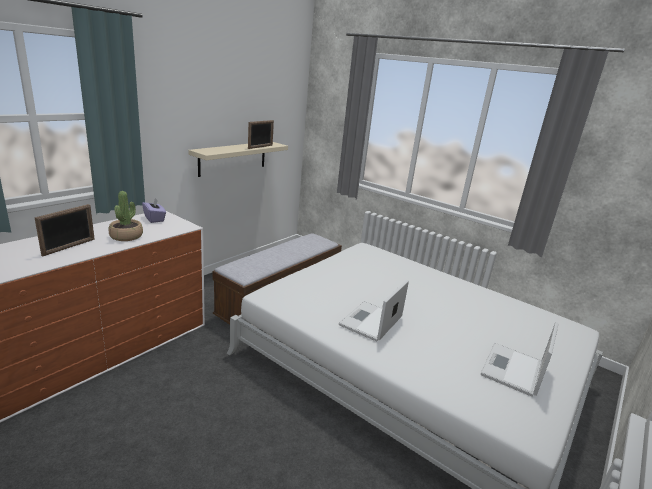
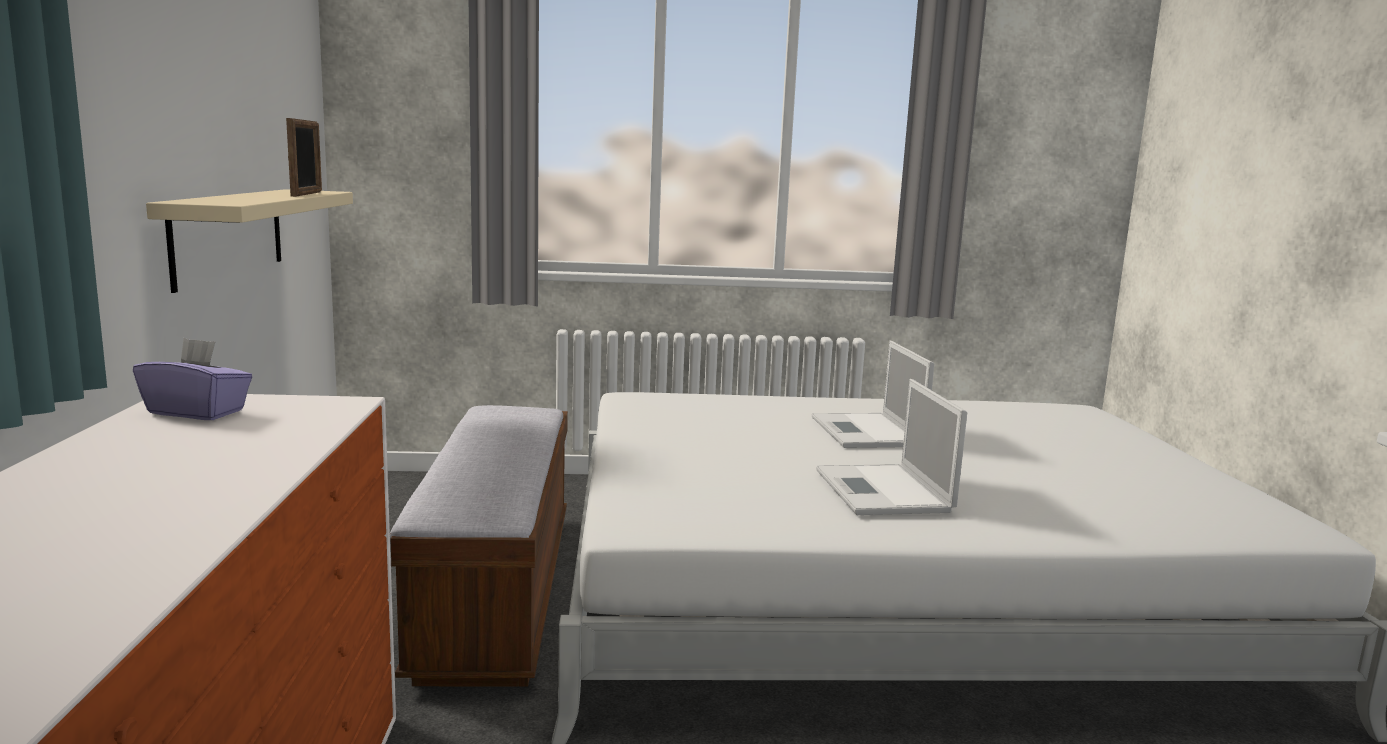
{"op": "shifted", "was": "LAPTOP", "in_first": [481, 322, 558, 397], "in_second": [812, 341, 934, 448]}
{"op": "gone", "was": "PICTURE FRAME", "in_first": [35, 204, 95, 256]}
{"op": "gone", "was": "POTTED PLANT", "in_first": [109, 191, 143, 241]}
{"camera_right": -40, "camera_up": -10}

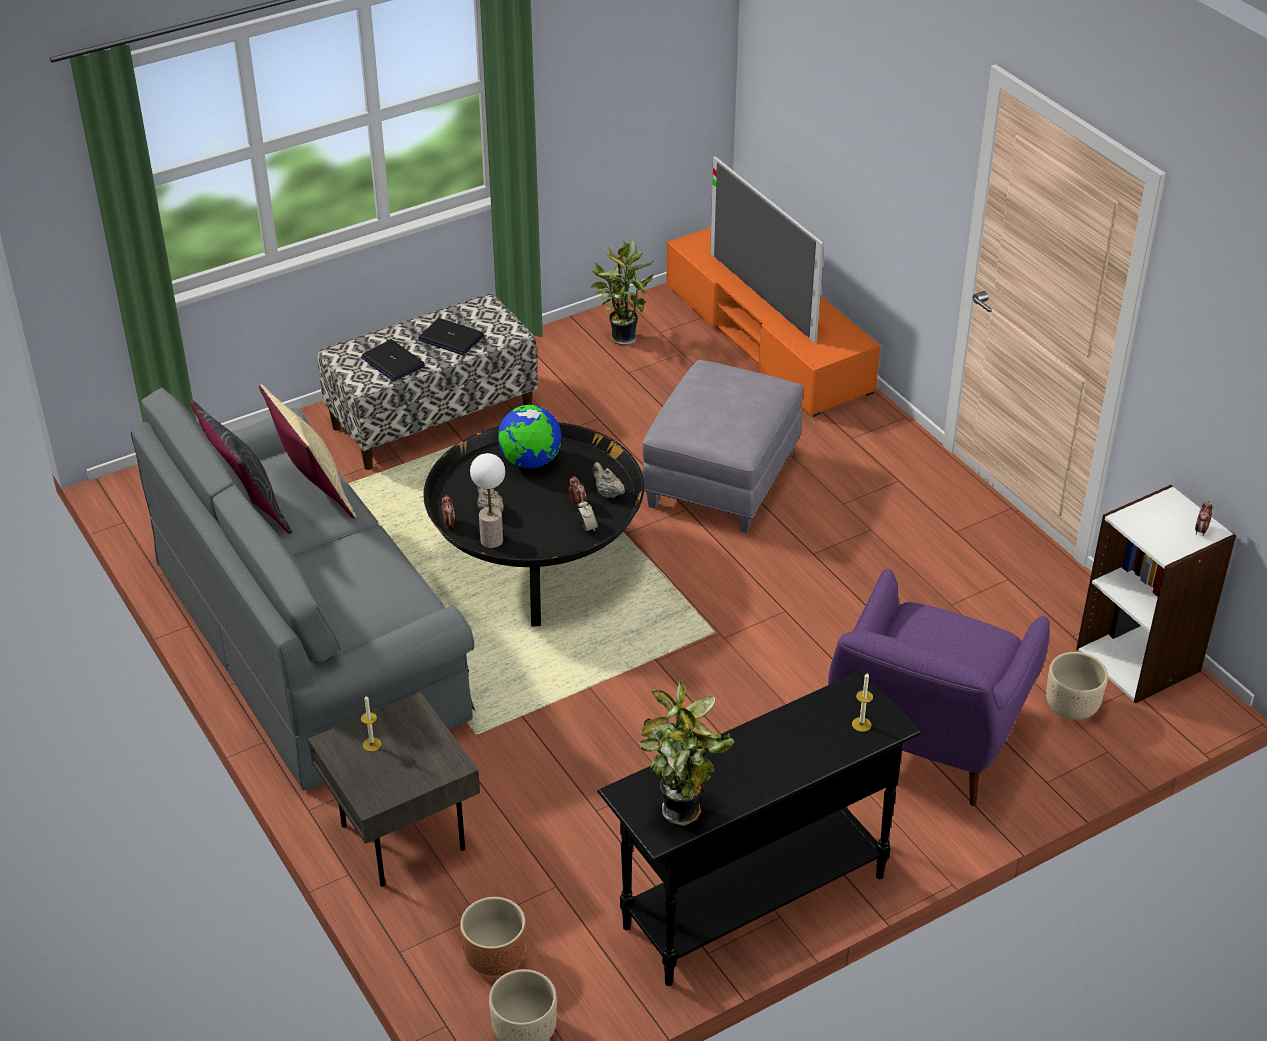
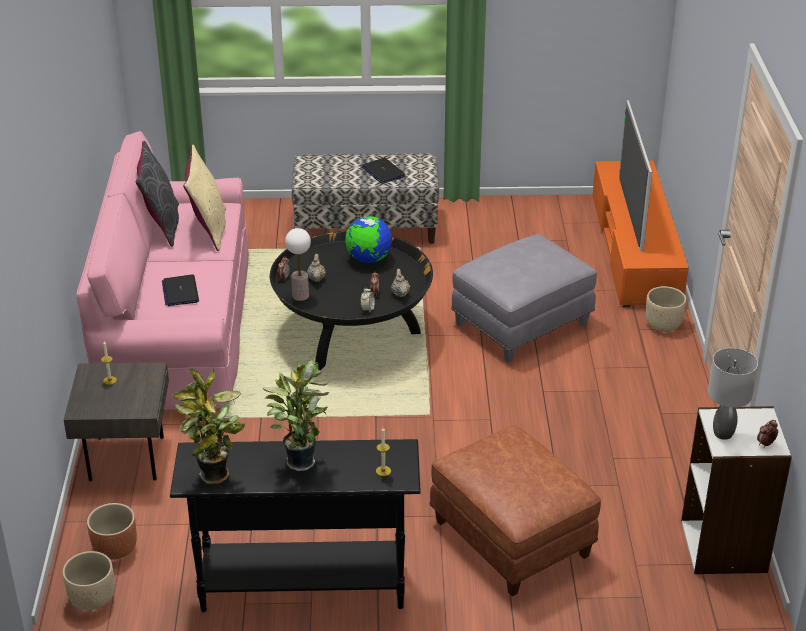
{"op": "repainted", "was": "GREY SOFA", "now": "PINK SOFA", "in_first": [131, 387, 475, 790], "in_second": [76, 131, 249, 410]}
{"op": "shifted", "was": "LAPTOP", "in_first": [361, 340, 425, 381], "in_second": [162, 274, 199, 306]}
{"op": "shifted", "was": "POTTED PLANT", "in_first": [591, 238, 654, 345], "in_second": [262, 360, 329, 471]}
{"op": "swapped", "was": "PURPLE ARMCHAIR", "now": "BROWN OTTOMAN", "in_first": [828, 569, 1050, 806], "in_second": [429, 425, 601, 596]}
{"op": "shifted", "was": "BEIGE PLANTER", "in_first": [1046, 652, 1108, 720], "in_second": [646, 286, 686, 332]}
{"op": "new", "now": "GREY TABLE LAMP", "in_second": [708, 348, 758, 440]}
{"camera_right": 30, "camera_up": -5}

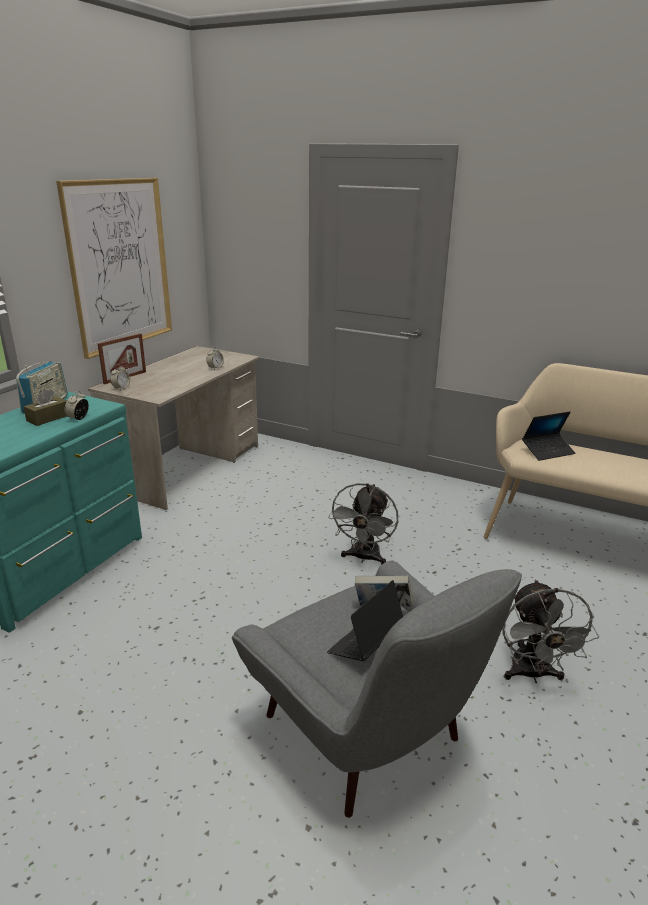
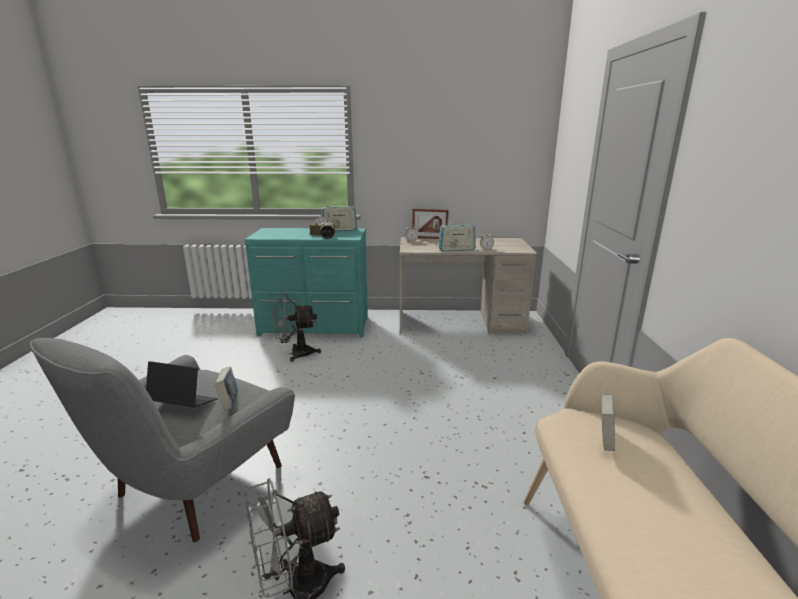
{"op": "shifted", "was": "GREY FAN", "in_first": [328, 483, 398, 565], "in_second": [272, 293, 321, 362]}
{"op": "new", "now": "RADIO", "in_second": [438, 220, 476, 251]}
{"op": "swapped", "was": "LAPTOP", "now": "BOOK", "in_first": [522, 411, 575, 461], "in_second": [602, 395, 615, 451]}
{"op": "gone", "was": "PICTURE", "in_first": [56, 178, 172, 359]}
{"camera_right": 65, "camera_up": -5}

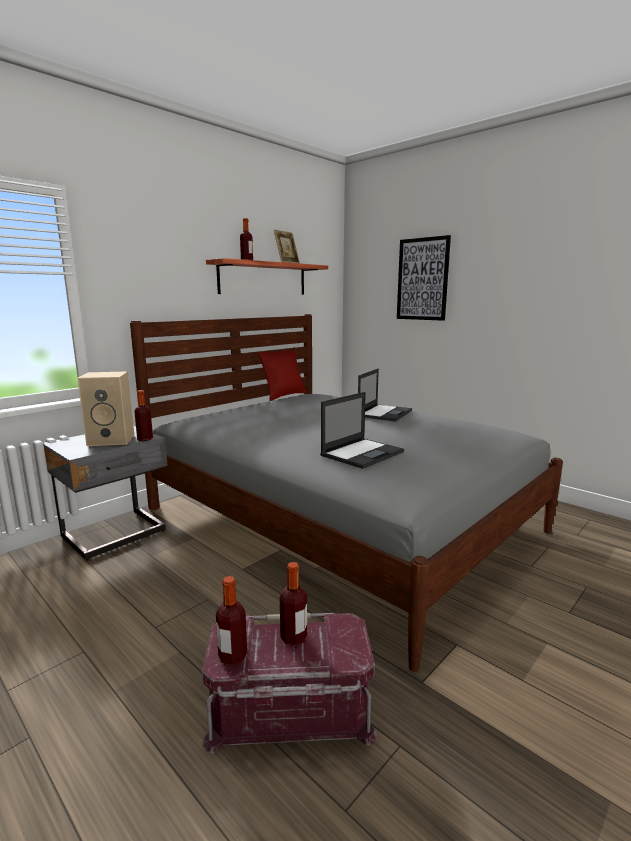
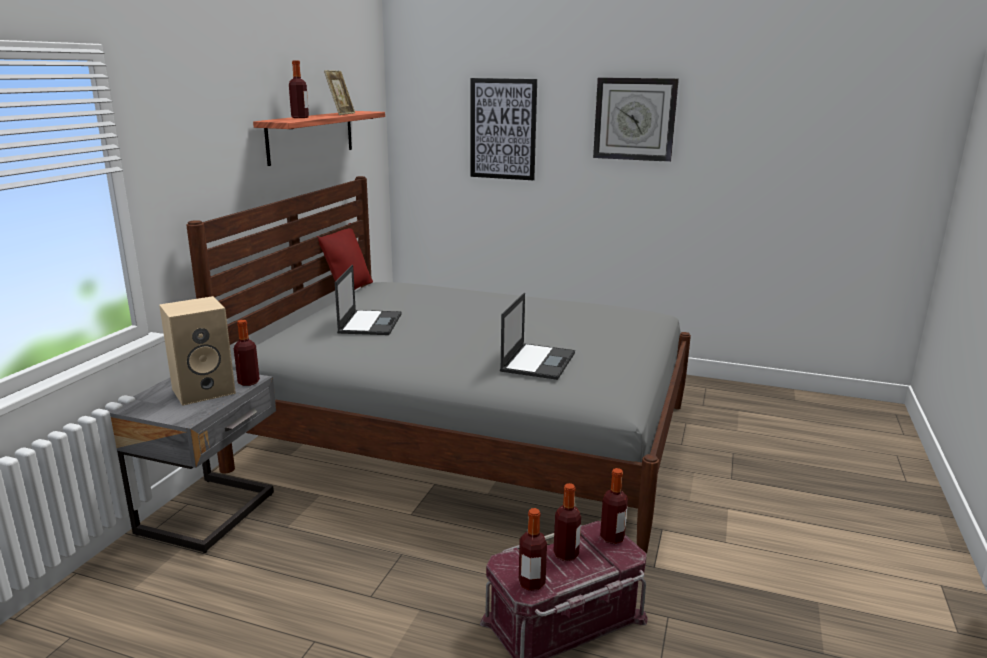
{"op": "shifted", "was": "LAPTOP", "in_first": [358, 368, 412, 422], "in_second": [335, 265, 402, 335]}
{"op": "new", "now": "WALL CLOCK", "in_second": [593, 77, 679, 162]}
{"op": "new", "now": "BOTTLE", "in_second": [600, 468, 628, 544]}
{"camera_right": -25, "camera_up": 5}

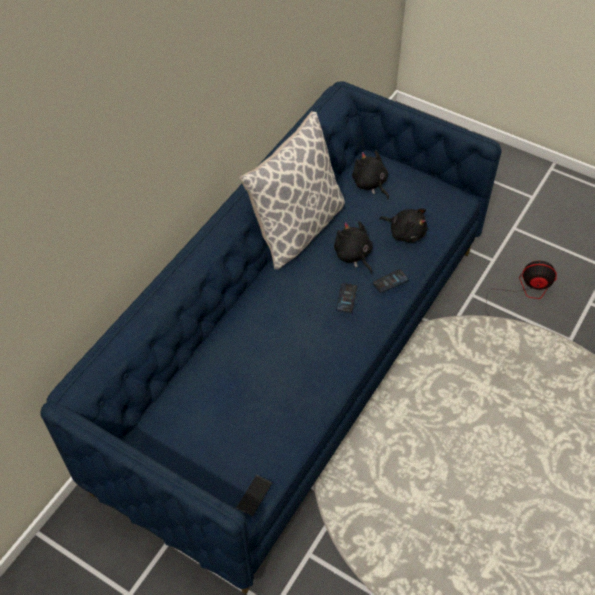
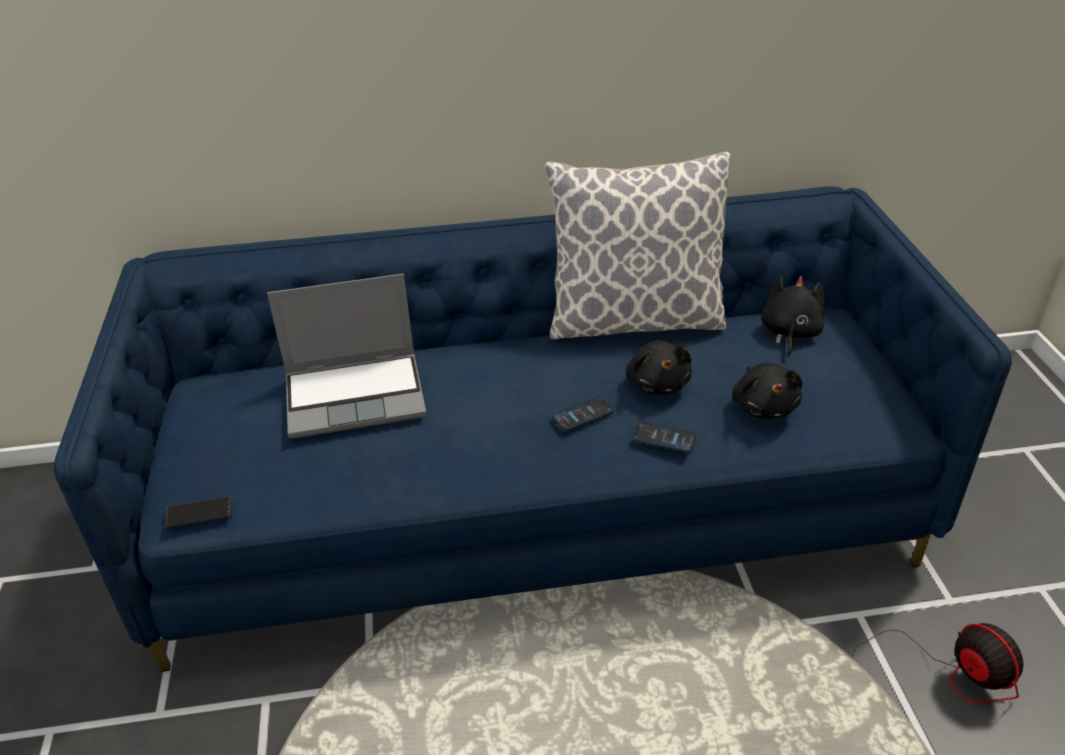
{"op": "new", "now": "LAPTOP", "in_second": [267, 274, 427, 438]}
{"op": "rotated", "was": "BLACK PLUSH TOY", "in_first": [334, 221, 373, 274], "in_second": [626, 340, 692, 395], "clockwise": 150}
{"camera_right": 50, "camera_up": -15}

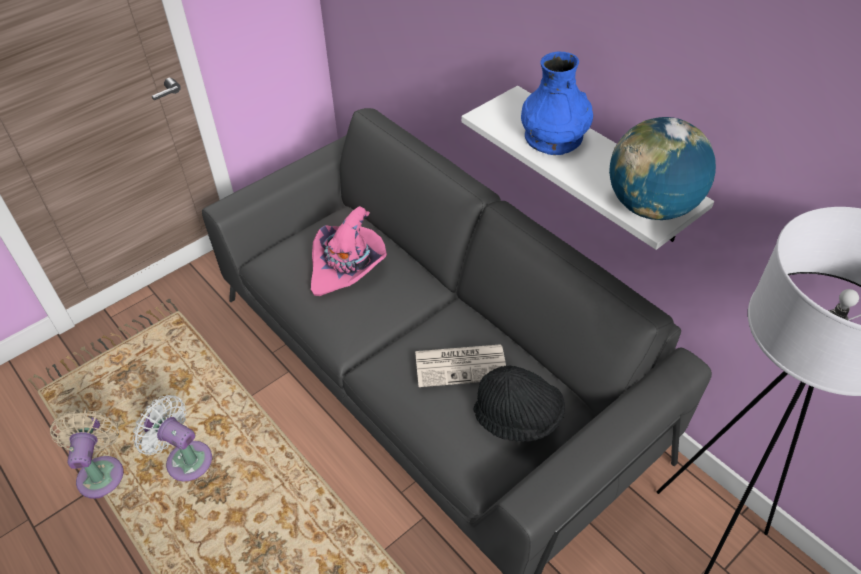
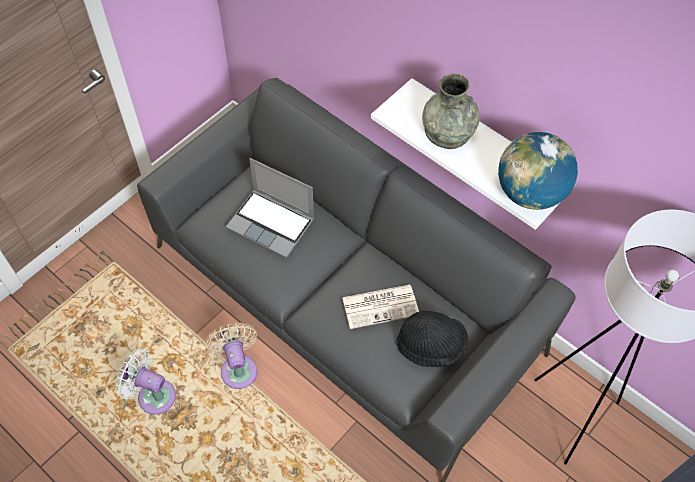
{"op": "shifted", "was": "BEIGE FAN", "in_first": [50, 410, 123, 499], "in_second": [206, 323, 258, 389]}
{"op": "swapped", "was": "PINK HAT", "now": "LAPTOP", "in_first": [311, 206, 387, 296], "in_second": [226, 158, 314, 258]}
{"op": "repainted", "was": "BLUE VASE", "now": "GREY VASE", "in_first": [521, 52, 593, 155], "in_second": [422, 73, 480, 149]}
{"camera_right": -10, "camera_up": 10}

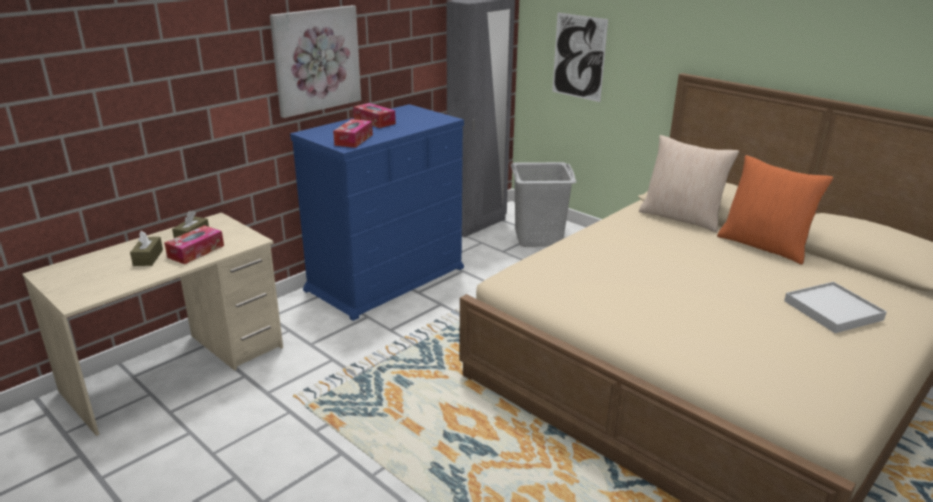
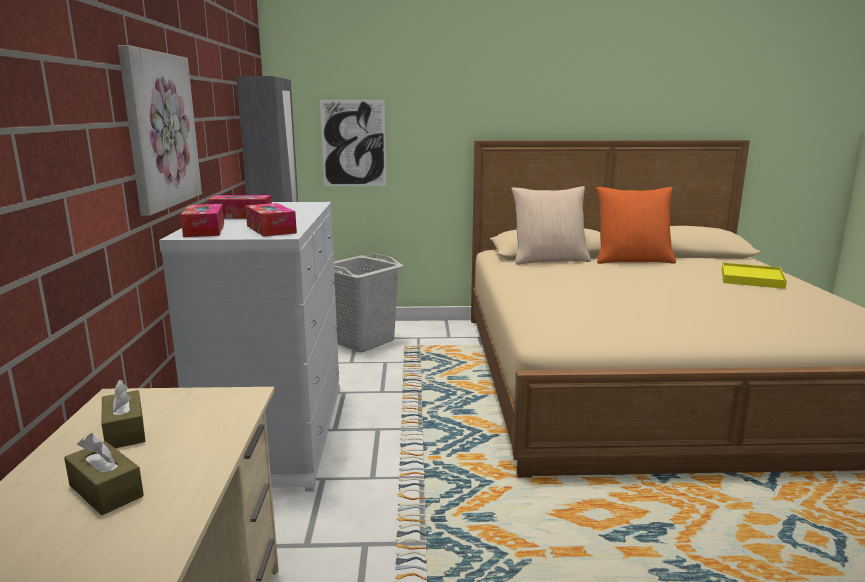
{"op": "repainted", "was": "BLUE DRESSER", "now": "WHITE DRESSER", "in_first": [290, 104, 464, 321], "in_second": [159, 202, 340, 492]}
{"op": "shifted", "was": "TISSUE BOX", "in_first": [164, 225, 224, 264], "in_second": [181, 204, 224, 237]}
{"op": "repainted", "was": "WHITE TRAY", "now": "YELLOW TRAY", "in_first": [784, 282, 887, 333], "in_second": [722, 263, 787, 289]}
{"camera_right": -45, "camera_up": -10}

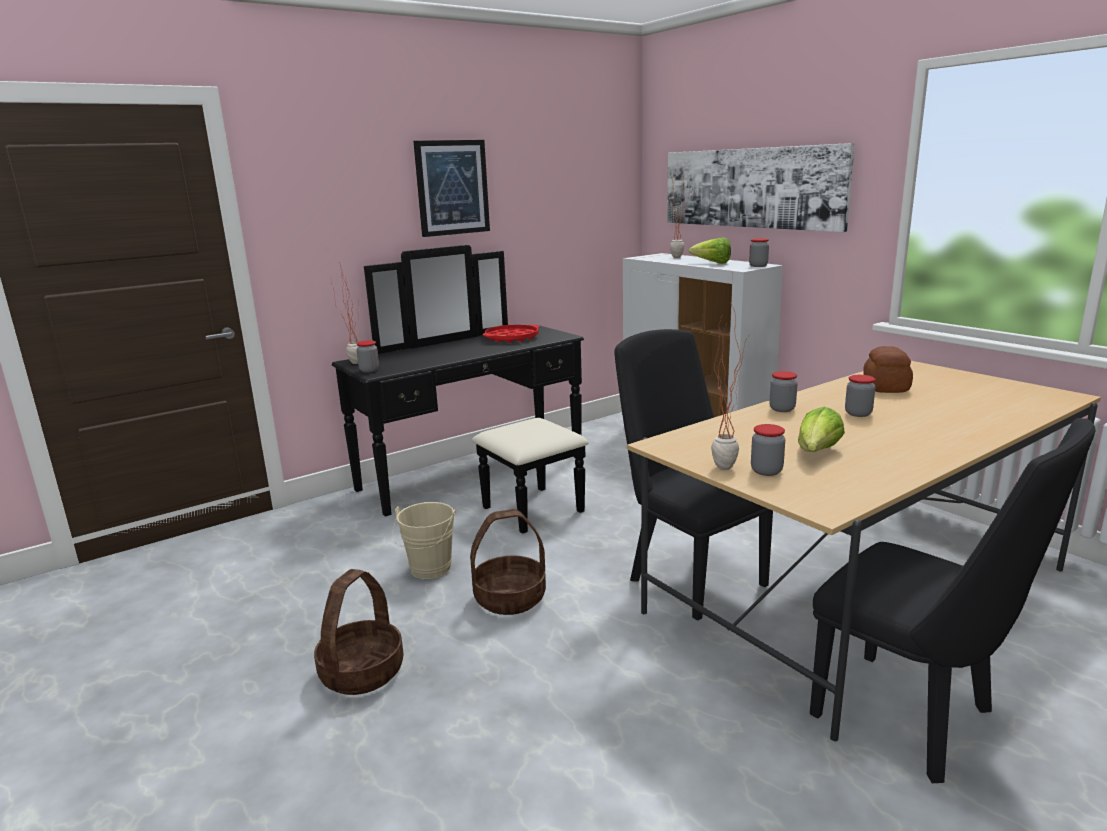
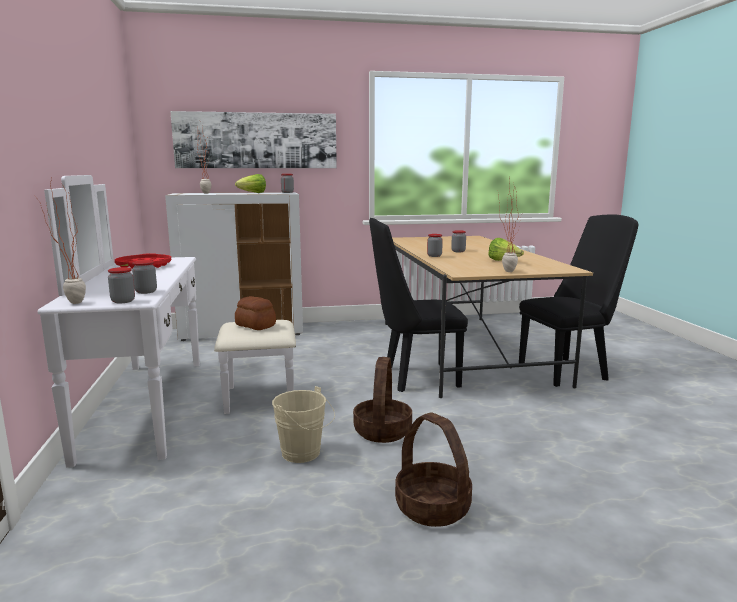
{"op": "repainted", "was": "BLACK DRESSER", "now": "WHITE DRESSER", "in_first": [332, 245, 589, 534], "in_second": [38, 175, 296, 468]}
{"op": "shifted", "was": "JAR", "in_first": [751, 424, 785, 476], "in_second": [132, 260, 157, 294]}
{"op": "shifted", "was": "BREAD", "in_first": [863, 346, 913, 393], "in_second": [235, 296, 276, 330]}
{"op": "gone", "was": "PICTURE", "in_first": [413, 140, 490, 237]}
{"camera_right": -65, "camera_up": -5}

